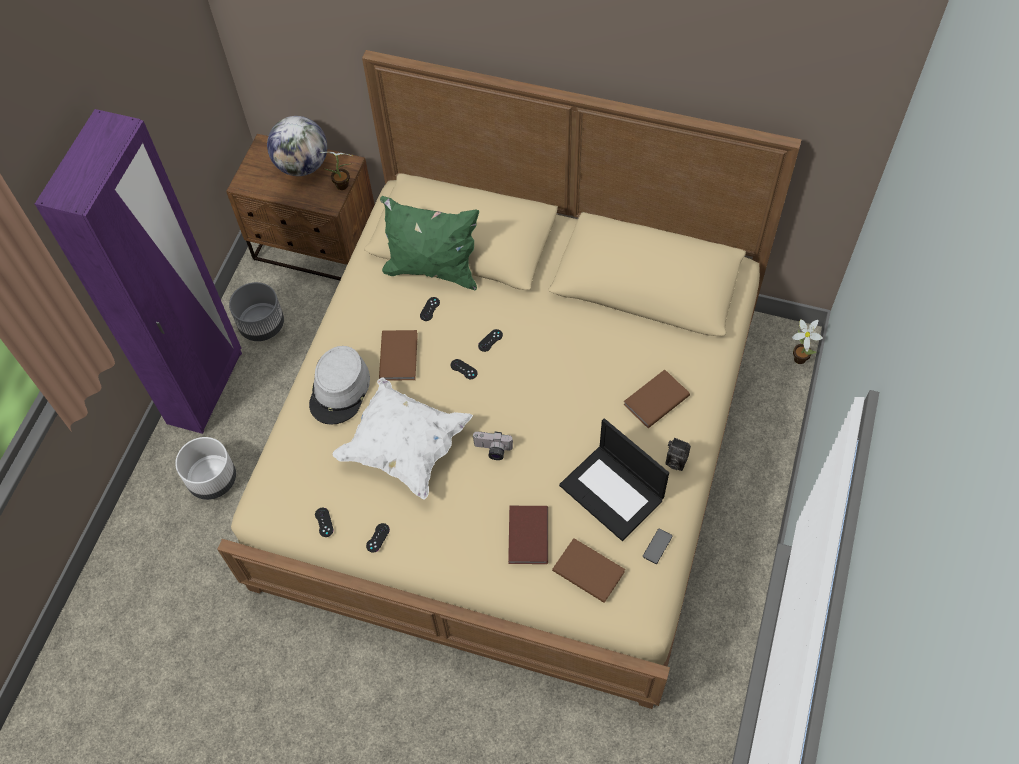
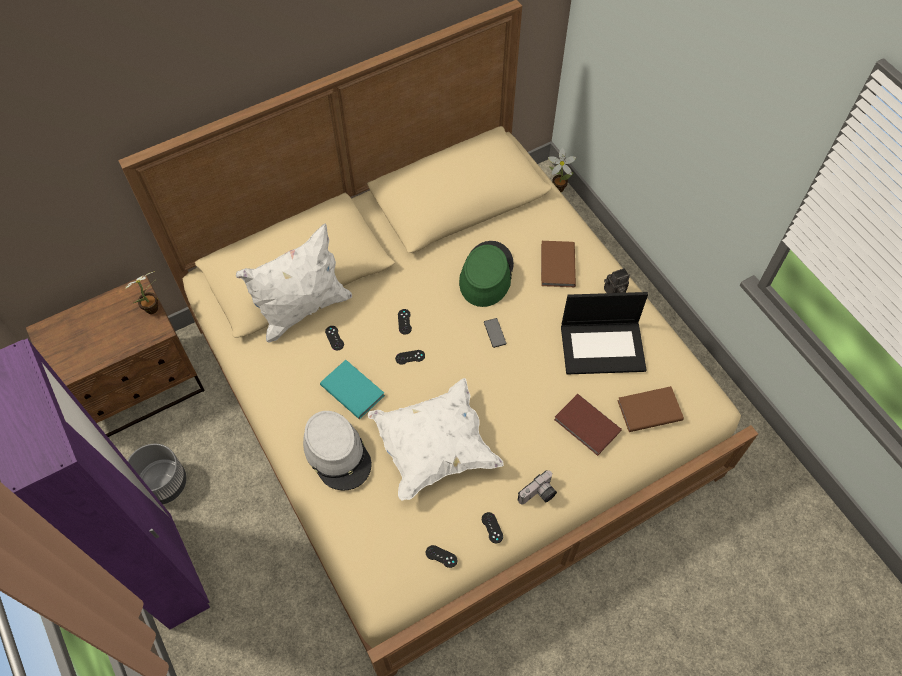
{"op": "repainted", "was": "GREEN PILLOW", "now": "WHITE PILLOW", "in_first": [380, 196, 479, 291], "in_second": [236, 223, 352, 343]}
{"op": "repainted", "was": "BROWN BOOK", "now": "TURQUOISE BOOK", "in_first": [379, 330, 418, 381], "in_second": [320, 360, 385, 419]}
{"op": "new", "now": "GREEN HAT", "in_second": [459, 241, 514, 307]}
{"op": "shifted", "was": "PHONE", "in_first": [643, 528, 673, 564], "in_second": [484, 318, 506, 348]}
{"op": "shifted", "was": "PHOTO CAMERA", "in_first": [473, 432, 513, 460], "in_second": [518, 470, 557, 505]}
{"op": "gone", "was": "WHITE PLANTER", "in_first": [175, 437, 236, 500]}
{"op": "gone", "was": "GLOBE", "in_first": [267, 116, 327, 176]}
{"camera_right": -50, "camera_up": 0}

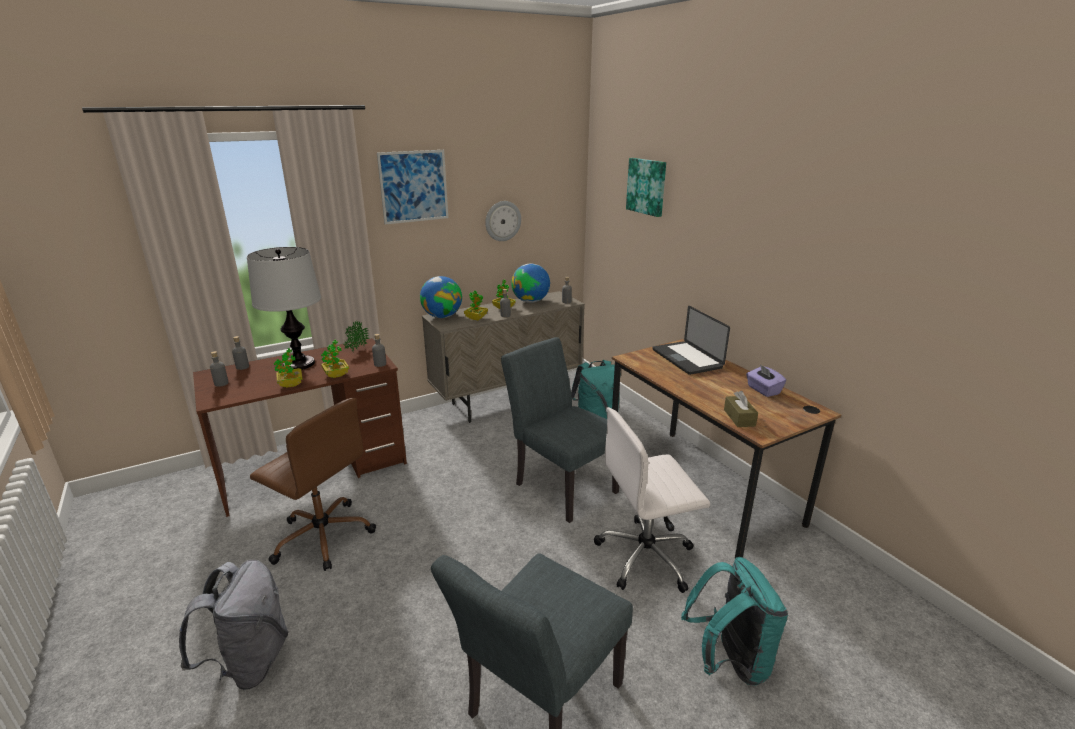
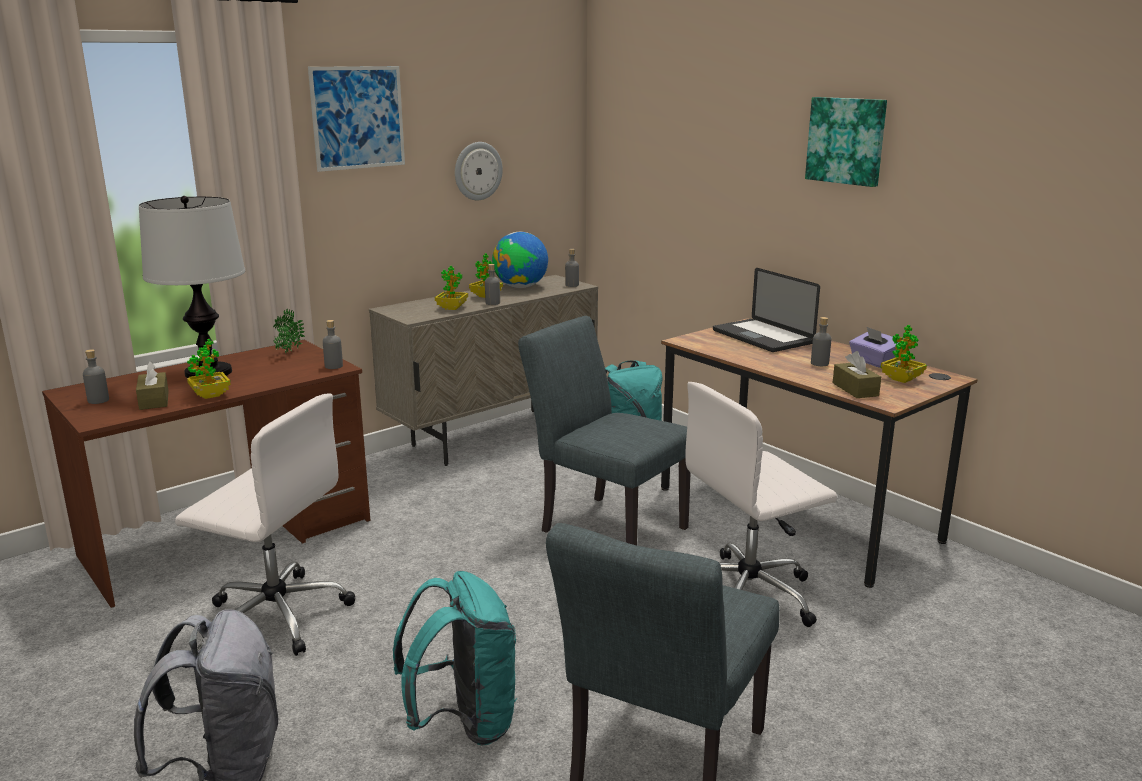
{"op": "new", "now": "BROWN TISSUE BOX", "in_second": [136, 361, 169, 410]}
{"op": "repainted", "was": "BROWN OFFICE CHAIR", "now": "WHITE OFFICE CHAIR", "in_first": [250, 398, 376, 571], "in_second": [175, 394, 355, 656]}
{"op": "shifted", "was": "TURQUOISE BACKPACK", "in_first": [681, 557, 788, 686], "in_second": [393, 571, 517, 745]}
{"op": "shifted", "was": "PICTURE", "in_first": [626, 158, 666, 217], "in_second": [805, 97, 887, 187]}
{"op": "shifted", "was": "GREY BOTTLE", "in_first": [232, 336, 249, 370], "in_second": [811, 317, 832, 366]}
{"op": "shifted", "was": "POTTED PLANT", "in_first": [321, 340, 349, 378], "in_second": [881, 325, 927, 383]}
{"op": "gone", "was": "GLOBE", "in_first": [420, 276, 462, 318]}
{"camera_right": -10, "camera_up": -5}

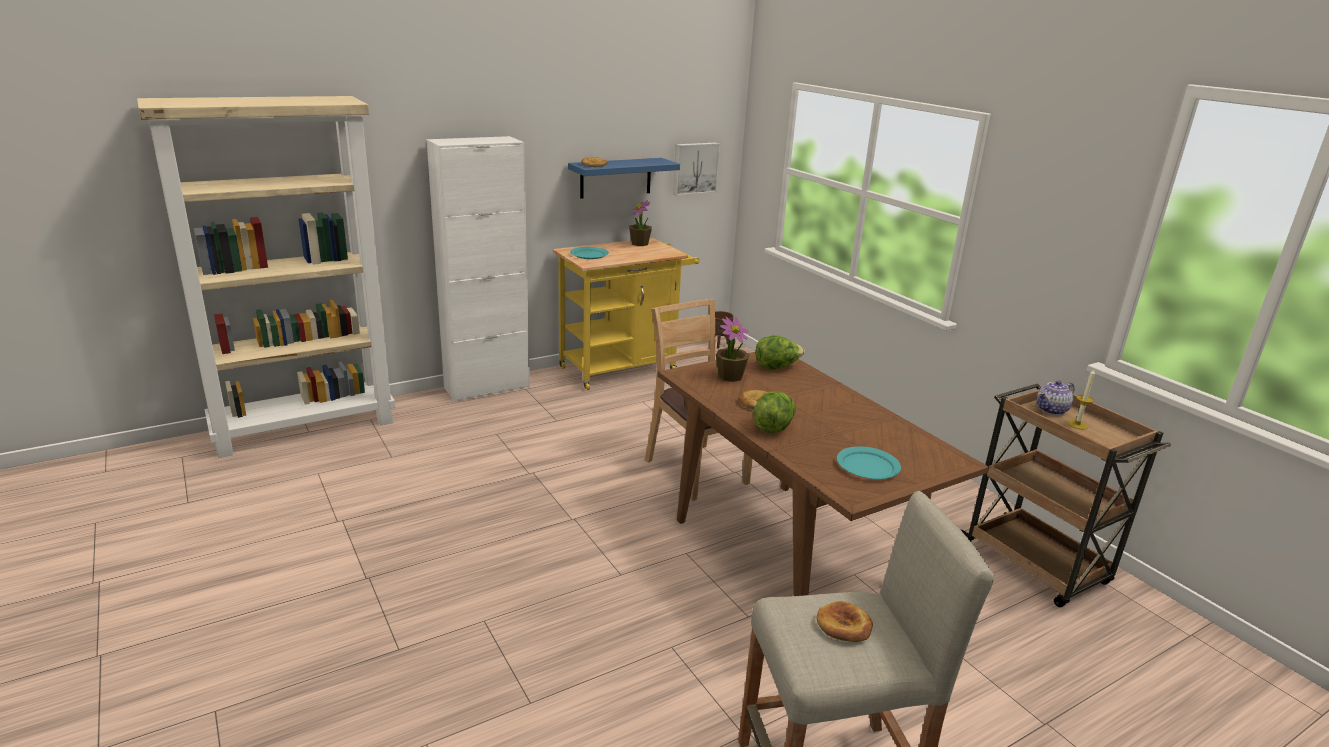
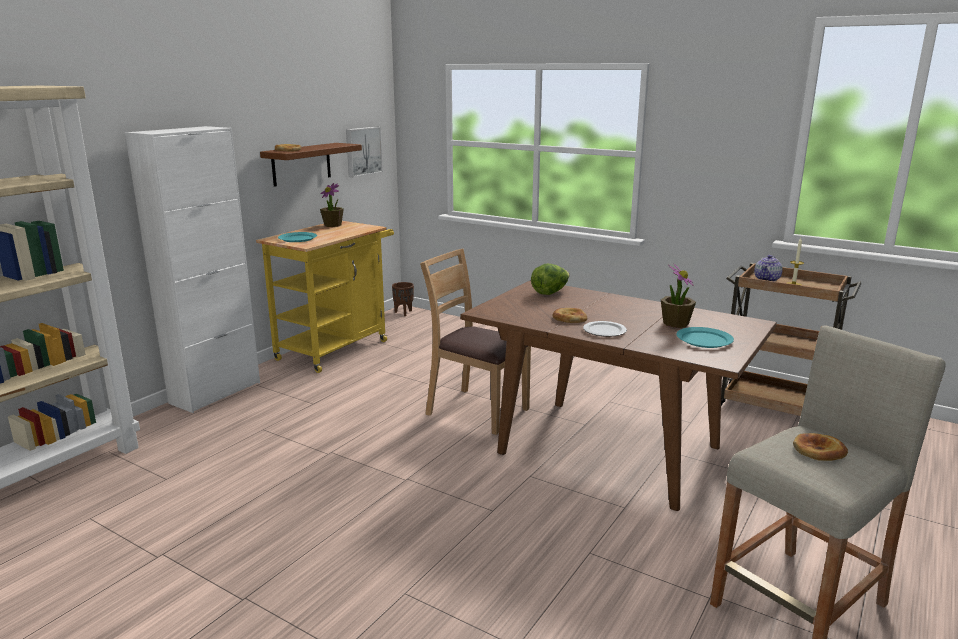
{"op": "repainted", "was": "BLUE SHELF", "now": "BROWN SHELF", "in_first": [568, 158, 680, 199], "in_second": [260, 143, 362, 187]}
{"op": "swapped", "was": "LETTUCE", "now": "PLATE", "in_first": [753, 391, 795, 433], "in_second": [583, 321, 627, 337]}
{"op": "shifted", "was": "POTTED PLANT", "in_first": [716, 317, 750, 382], "in_second": [661, 263, 696, 328]}
{"camera_right": -25, "camera_up": -5}

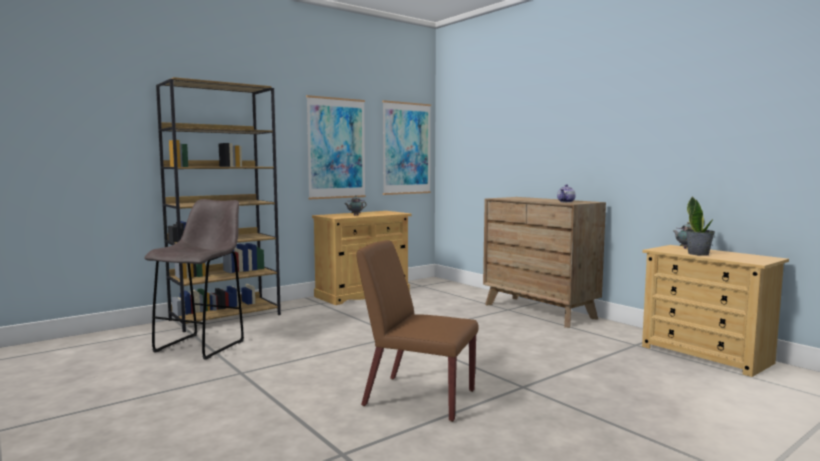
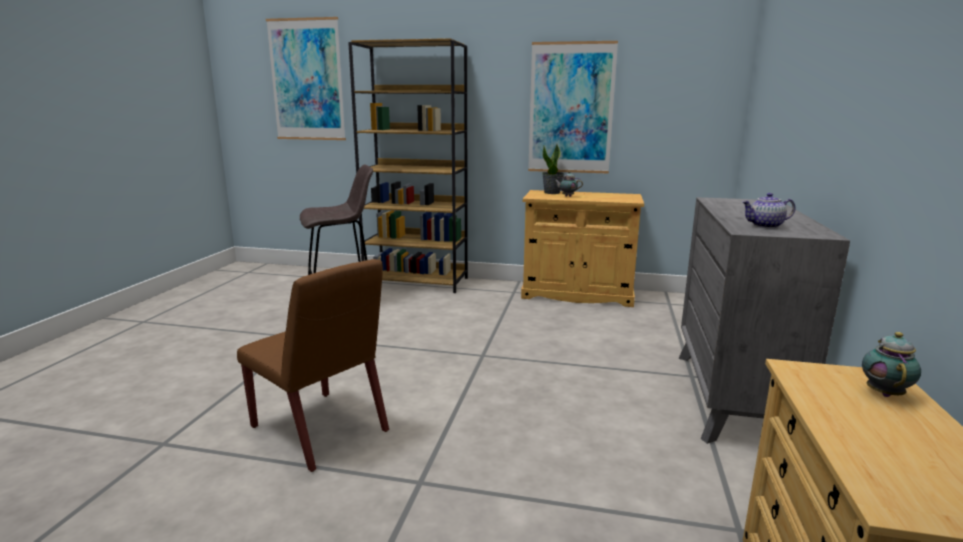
{"op": "rotated", "was": "BROWN CHAIR", "in_first": [356, 240, 479, 422], "in_second": [237, 259, 389, 472], "clockwise": 150}
{"op": "shifted", "was": "PICTURE", "in_first": [382, 100, 431, 195], "in_second": [266, 17, 346, 140]}
{"op": "shifted", "was": "POTTED PLANT", "in_first": [686, 197, 715, 256], "in_second": [542, 144, 564, 194]}
{"op": "repainted", "was": "BROWN DRESSER", "now": "GREY DRESSER", "in_first": [483, 197, 606, 328], "in_second": [678, 197, 850, 444]}
{"camera_right": 50, "camera_up": 10}

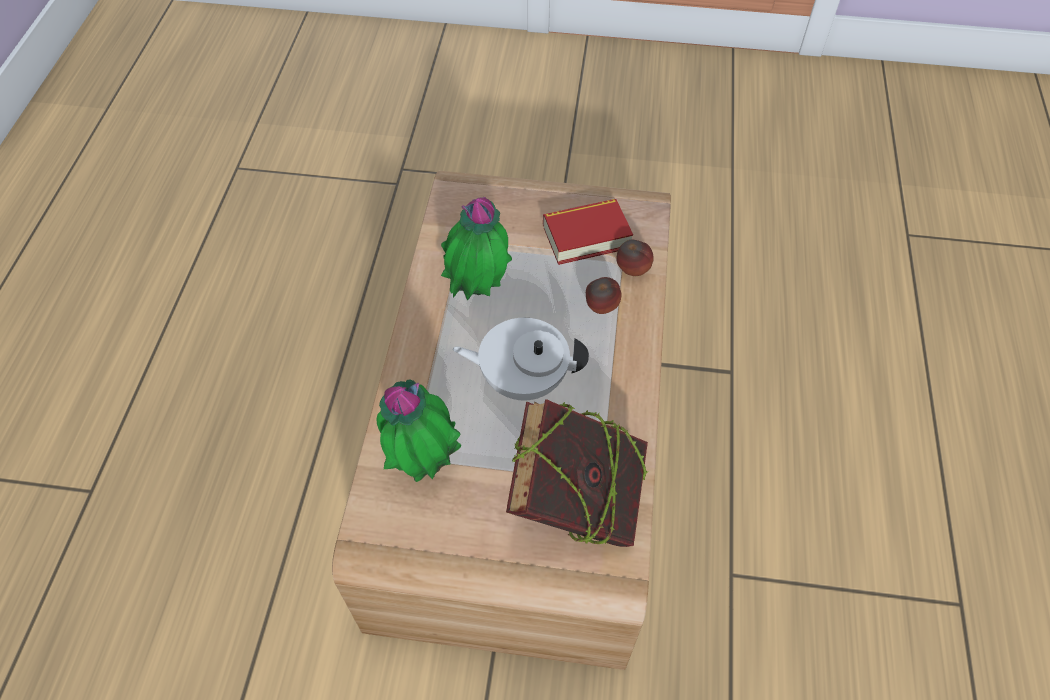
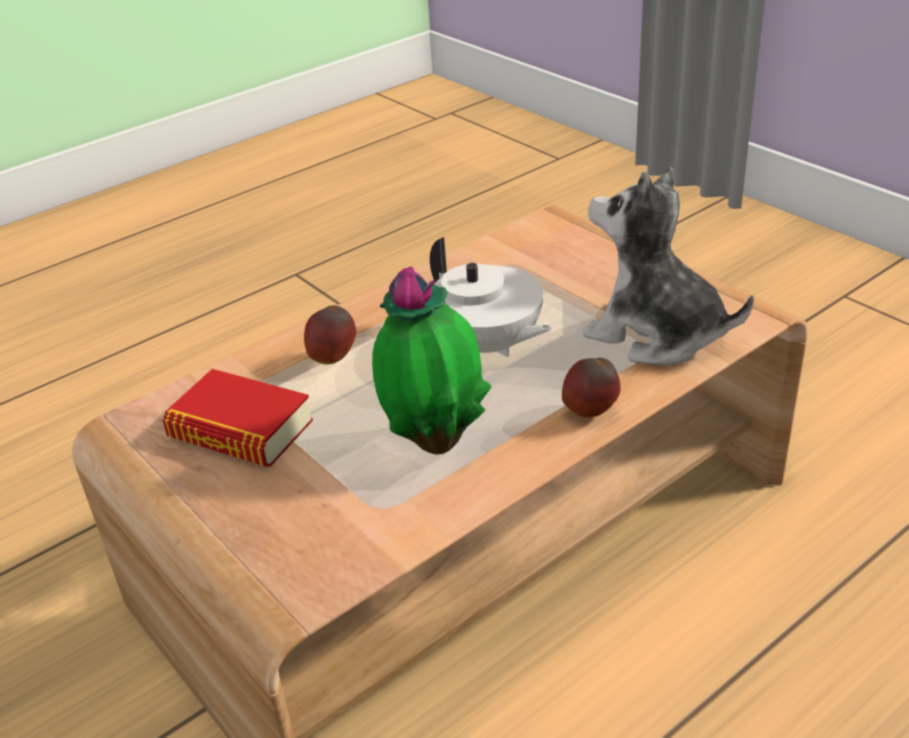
{"op": "shifted", "was": "APPLE", "in_first": [616, 240, 654, 276], "in_second": [562, 358, 621, 418]}
{"op": "swapped", "was": "POTTED PLANT", "now": "PLUSH TOY", "in_first": [376, 380, 461, 482], "in_second": [583, 167, 754, 366]}
{"op": "gone", "was": "BOOK", "in_first": [506, 399, 648, 547]}
{"camera_right": -135, "camera_up": -20}

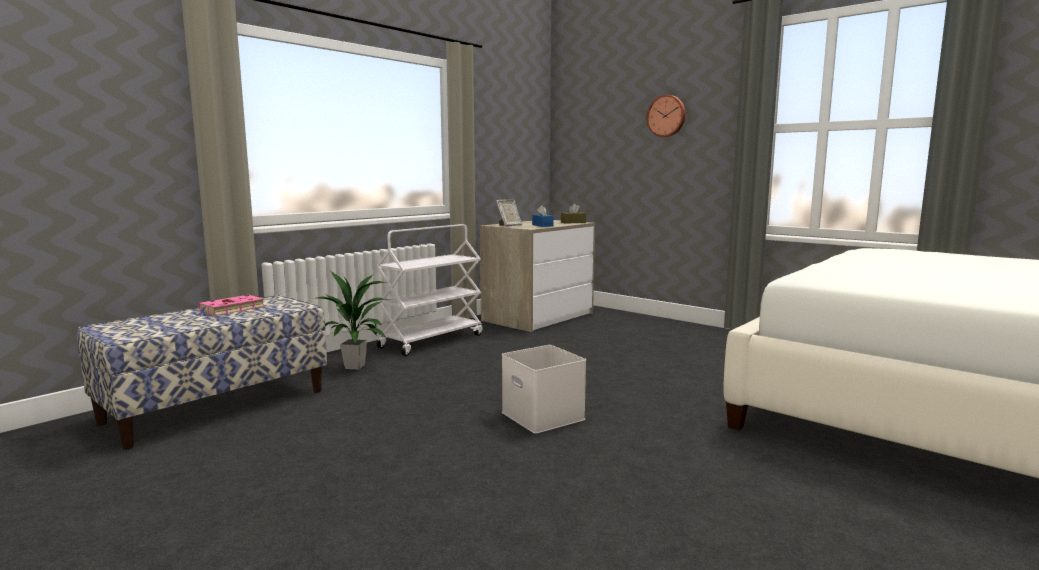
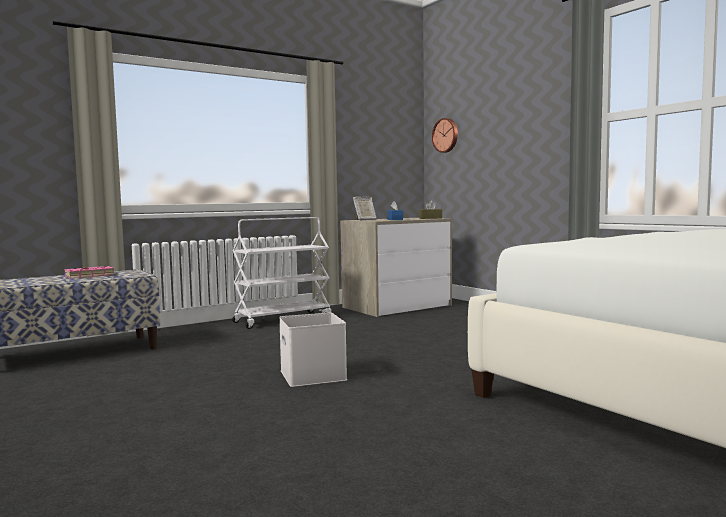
{"op": "shifted", "was": "WALL CLOCK", "in_first": [646, 95, 686, 137], "in_second": [432, 118, 458, 153]}
{"op": "gone", "was": "POTTED PLANT", "in_first": [312, 270, 389, 370]}
{"camera_right": 15, "camera_up": -5}

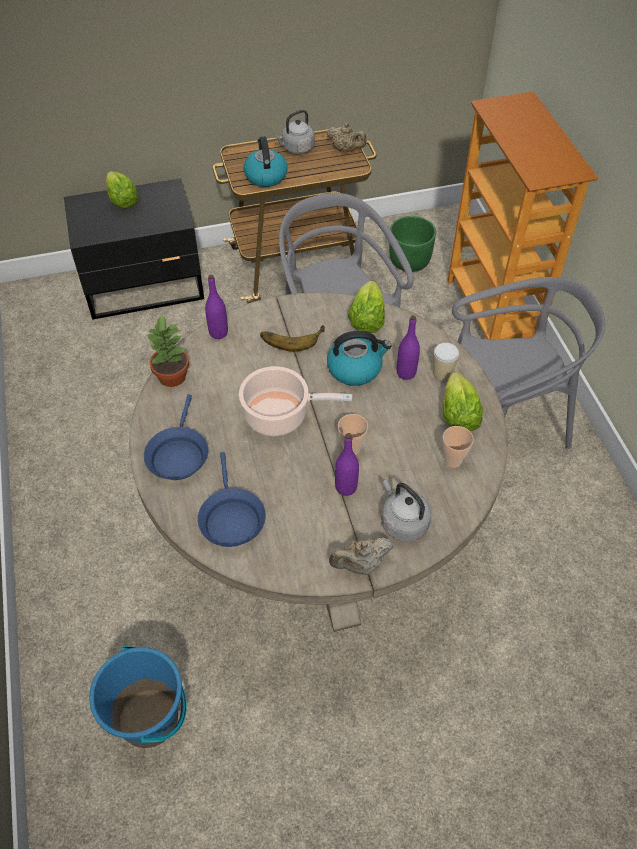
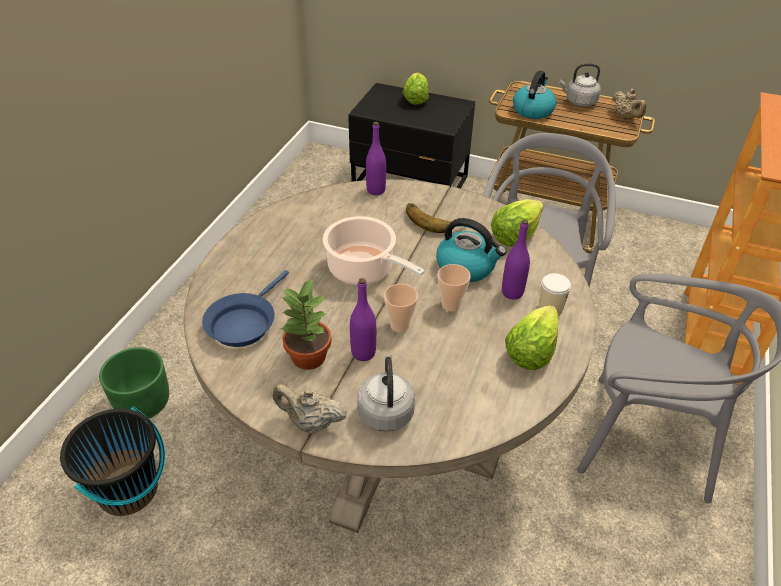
{"op": "repainted", "was": "BLUE BUCKET", "now": "BLACK BUCKET", "in_first": [89, 646, 187, 748], "in_second": [60, 406, 165, 516]}
{"op": "shifted", "was": "GREEN PLANTER", "in_first": [389, 216, 436, 272], "in_second": [99, 347, 169, 419]}
{"op": "shifted", "was": "POTTED PLANT", "in_first": [146, 314, 189, 387], "in_second": [280, 278, 332, 370]}
{"op": "shifted", "was": "CUP", "in_first": [442, 426, 474, 468], "in_second": [438, 264, 471, 312]}
{"op": "gone", "was": "BLUE FRYING PAN", "in_first": [144, 394, 209, 480]}
{"camera_right": 35, "camera_up": -10}

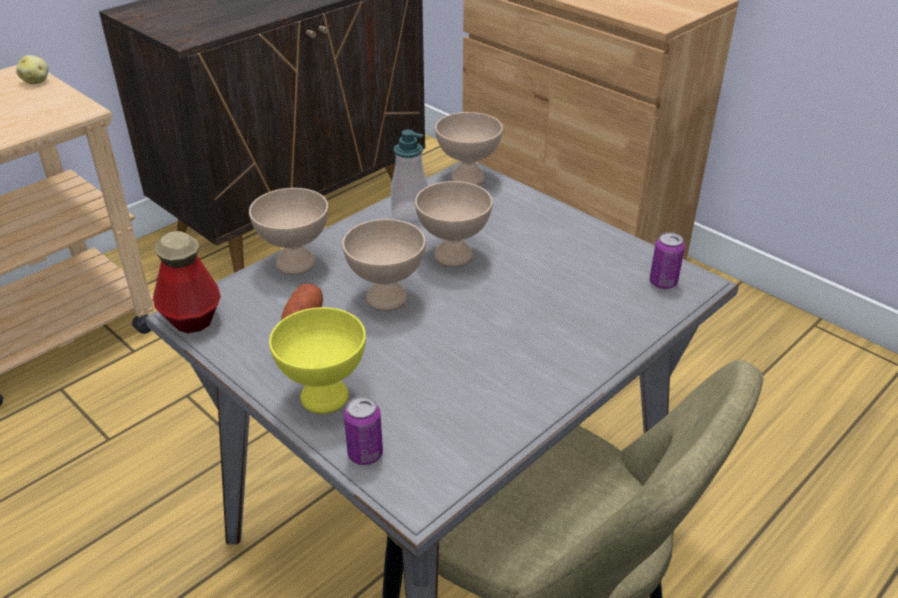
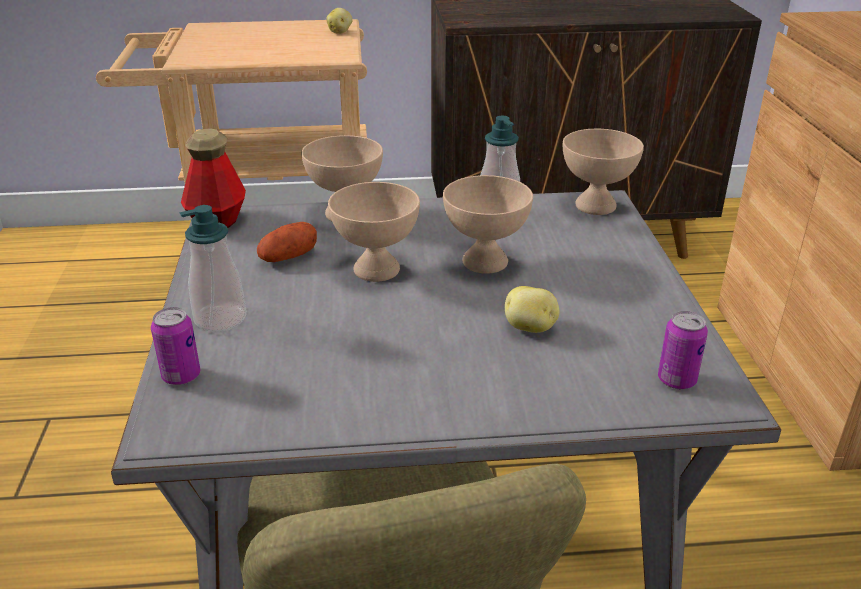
{"op": "swapped", "was": "YELLOW BOWL", "now": "SOAP DISPENSER", "in_first": [269, 307, 366, 414], "in_second": [179, 205, 247, 332]}
{"op": "new", "now": "POTATO", "in_second": [505, 286, 559, 333]}
{"camera_right": 40, "camera_up": -5}

